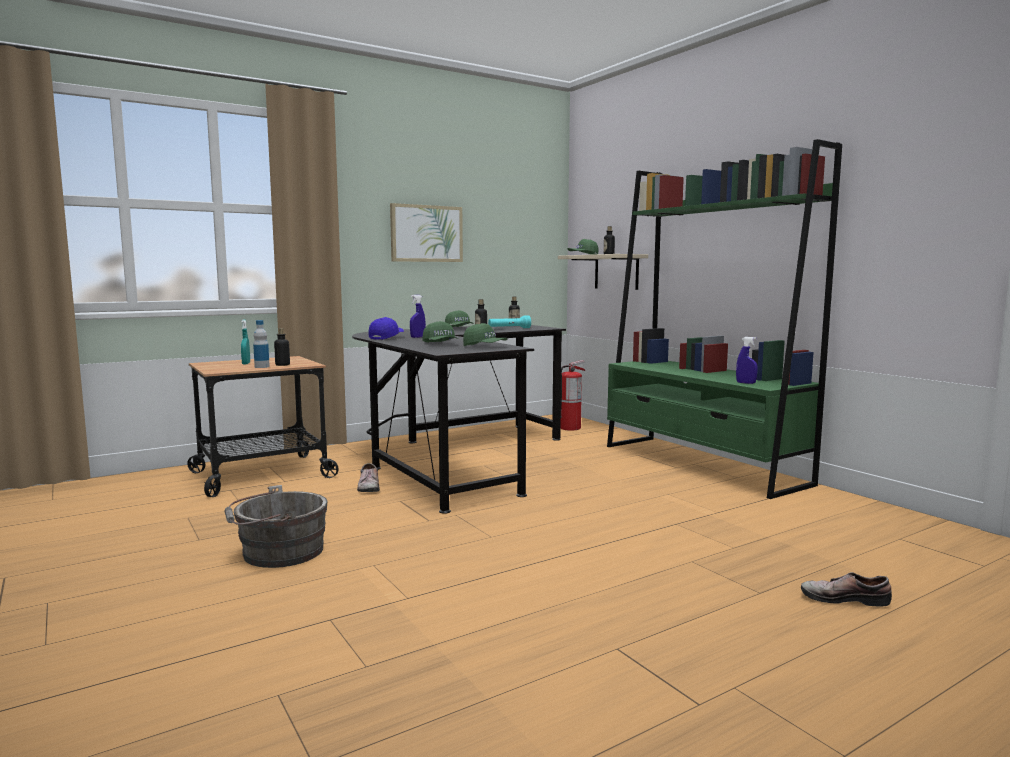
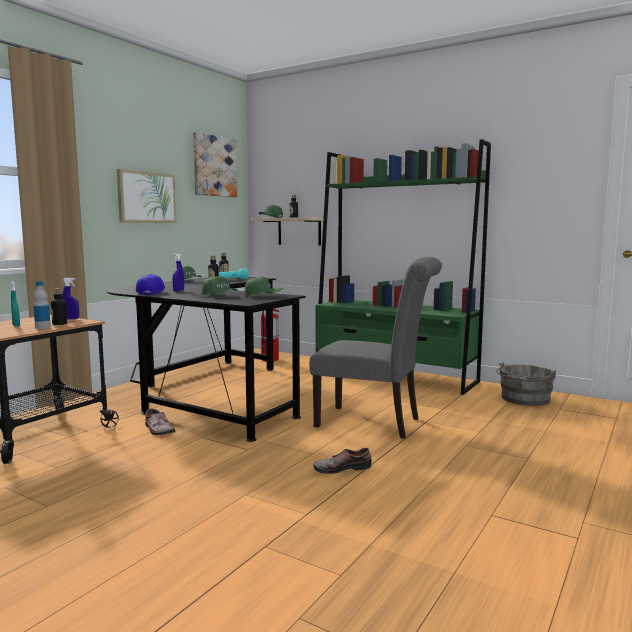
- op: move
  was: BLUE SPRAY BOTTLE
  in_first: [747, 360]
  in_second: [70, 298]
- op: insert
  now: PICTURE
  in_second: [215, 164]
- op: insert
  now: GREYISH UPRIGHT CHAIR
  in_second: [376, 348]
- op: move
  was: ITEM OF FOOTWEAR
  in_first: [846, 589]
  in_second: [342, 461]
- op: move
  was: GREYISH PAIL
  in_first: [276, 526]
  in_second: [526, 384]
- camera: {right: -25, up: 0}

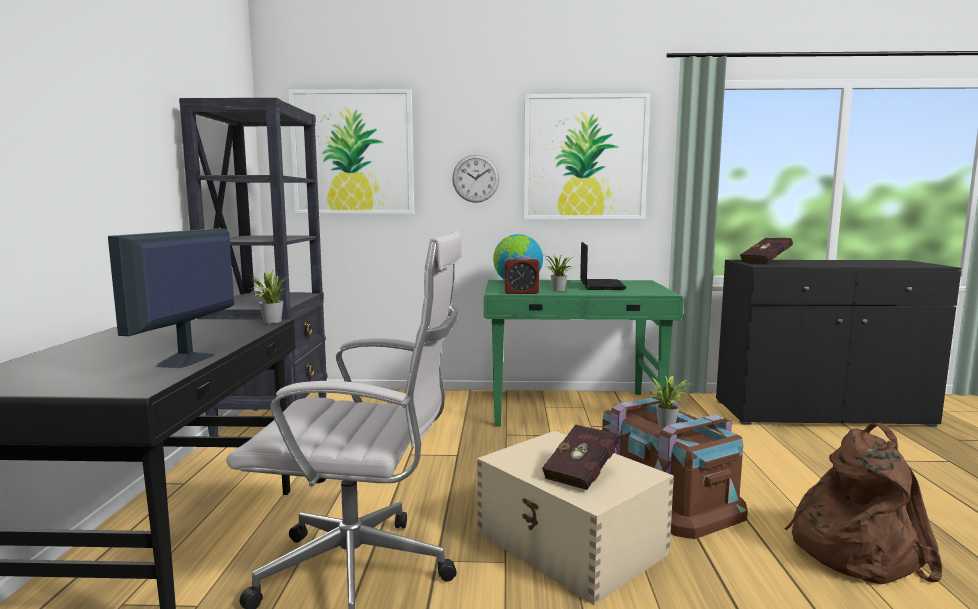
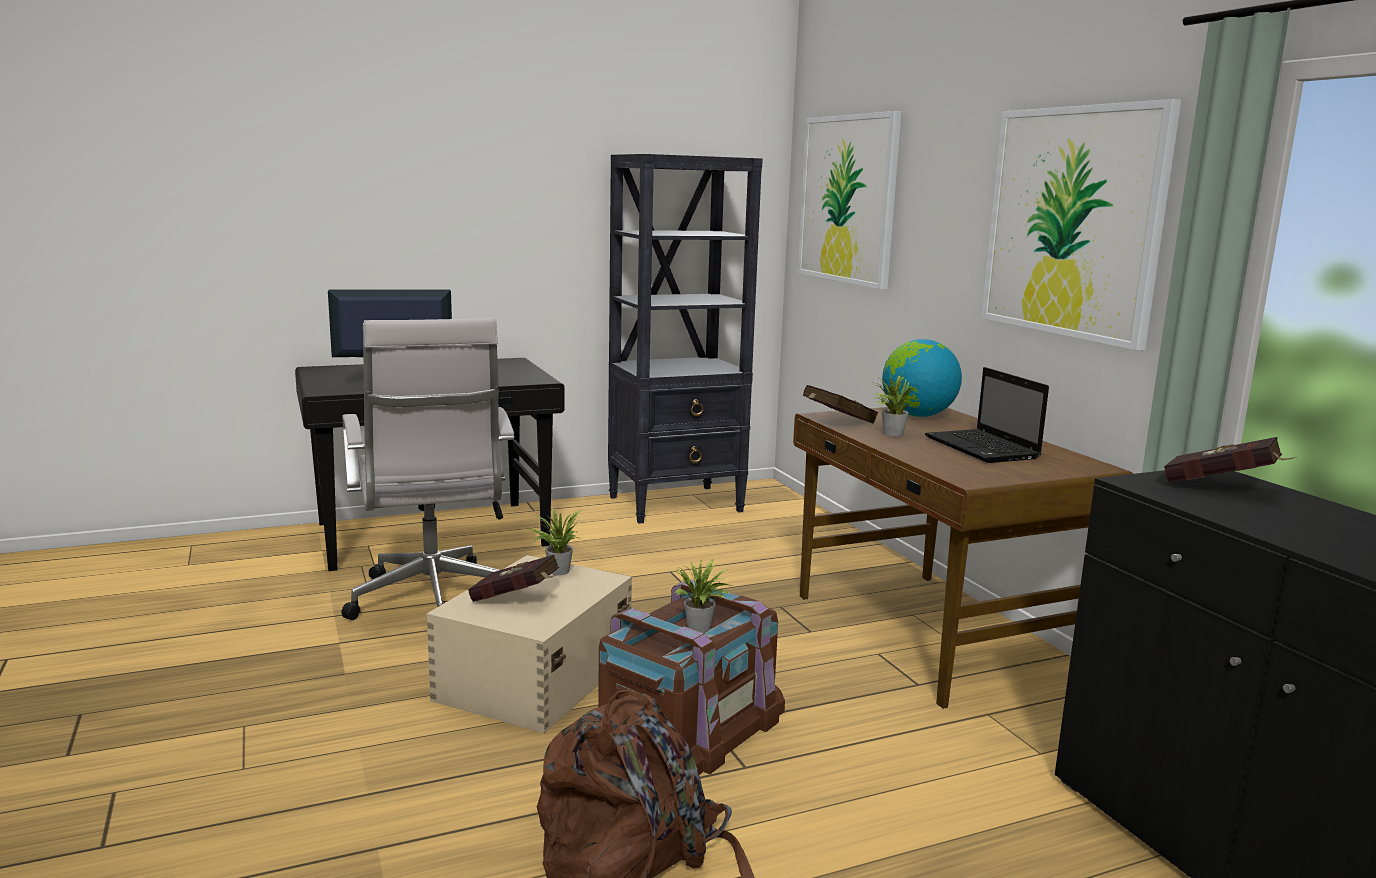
- op: move
  was: PLANT IN A POT
  in_first: [266, 297]
  in_second: [555, 541]
- op: recolor
  was: GREEN DESK UNIT
  now: BROWN DESK UNIT
  in_first: [584, 353]
  in_second: [963, 558]
- op: replace
  was: TABLE CLOCK
  now: REDDISH BOUND BOOK
  in_first: [522, 274]
  in_second: [840, 404]
- op: rotate
  was: PORTABLE COMPUTER
  in_first: [603, 266]
  in_second: [987, 415]
  clockwise: 90
- op: delete
  was: WALL CLOCK
  in_first: [476, 178]
- camera: {right: 65, up: 5}

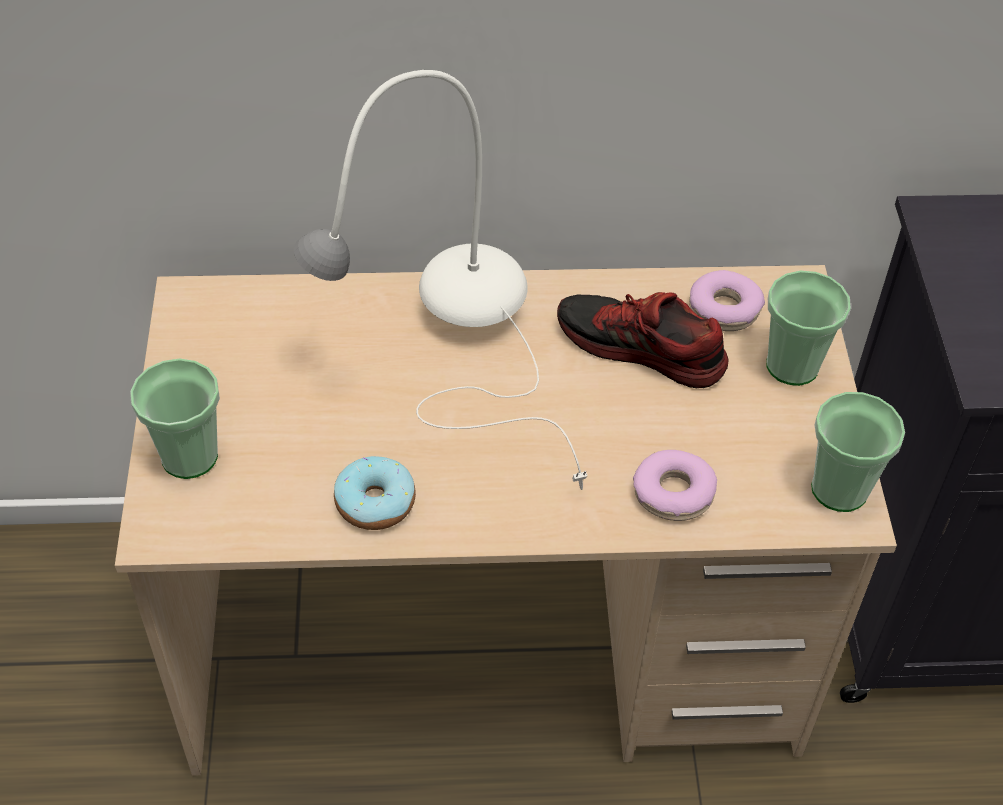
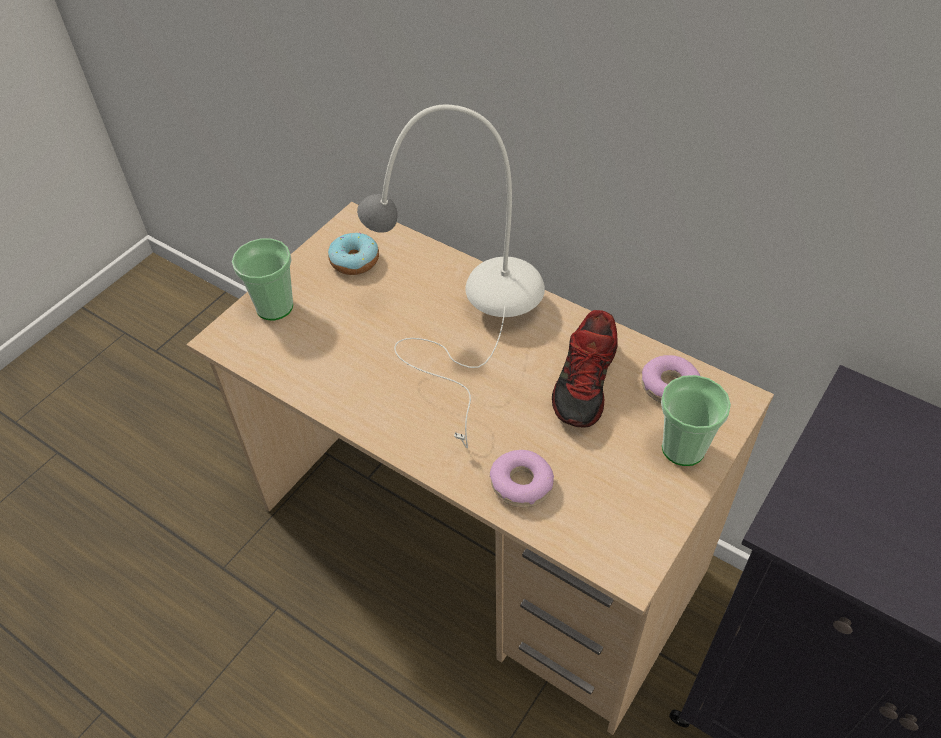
- op: move
  was: RING DOUGHNUT
  in_first: [375, 493]
  in_second: [353, 253]
- op: rotate
  was: ITEM OF FOOTWEAR
  in_first: [642, 340]
  in_second: [585, 368]
  clockwise: -135
- op: delete
  was: SMALL CUP
  in_first: [858, 452]
- camera: {right: 40, up: 0}

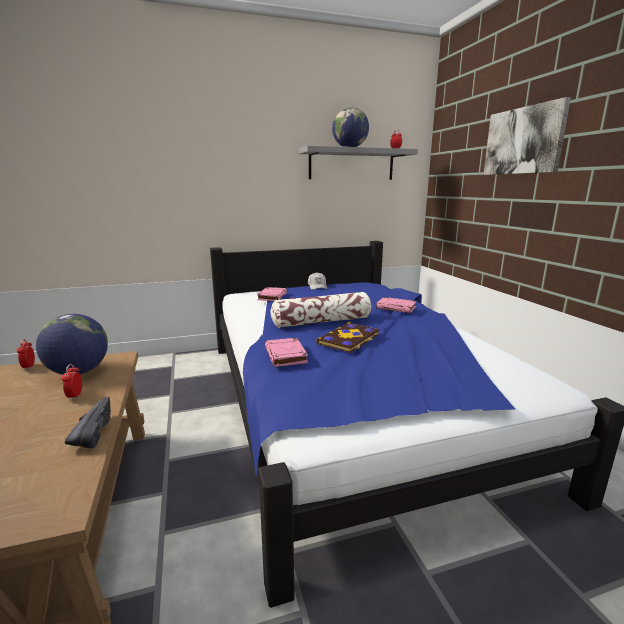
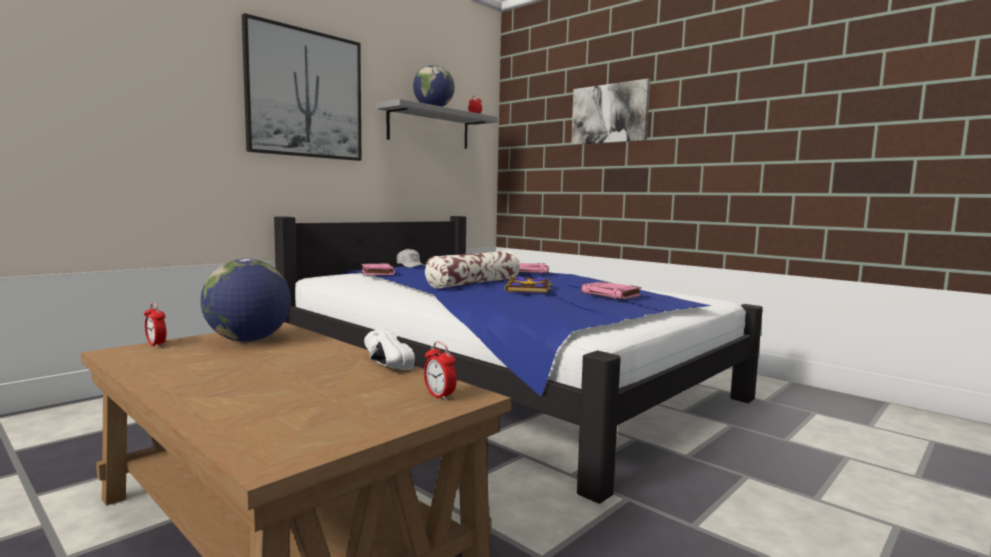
- op: insert
  now: PICTURE
  in_second: [301, 87]
- op: recolor
  was: BLACK ITEM OF FOOTWEAR
  now: WHITE ITEM OF FOOTWEAR
  in_first: [88, 422]
  in_second: [389, 349]
- op: move
  was: TABLE CLOCK
  in_first: [72, 382]
  in_second: [440, 371]
- op: move
  was: PINK-COLOURED BOUND BOOK
  in_first: [286, 352]
  in_second: [611, 290]
- camera: {right: -30, up: -10}

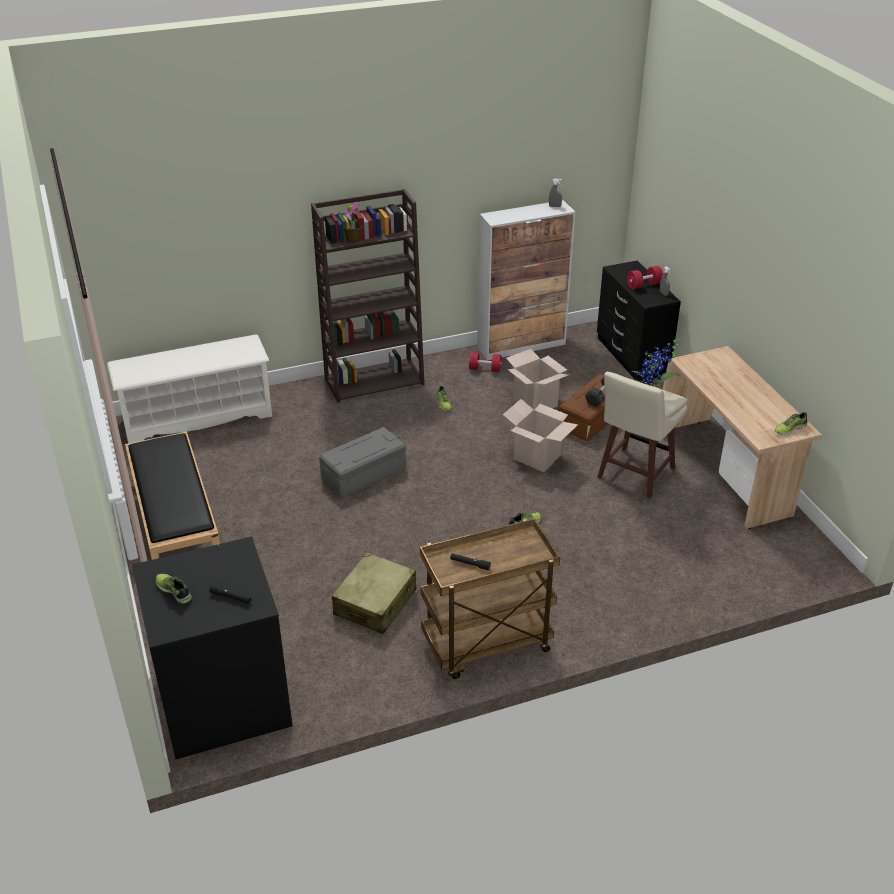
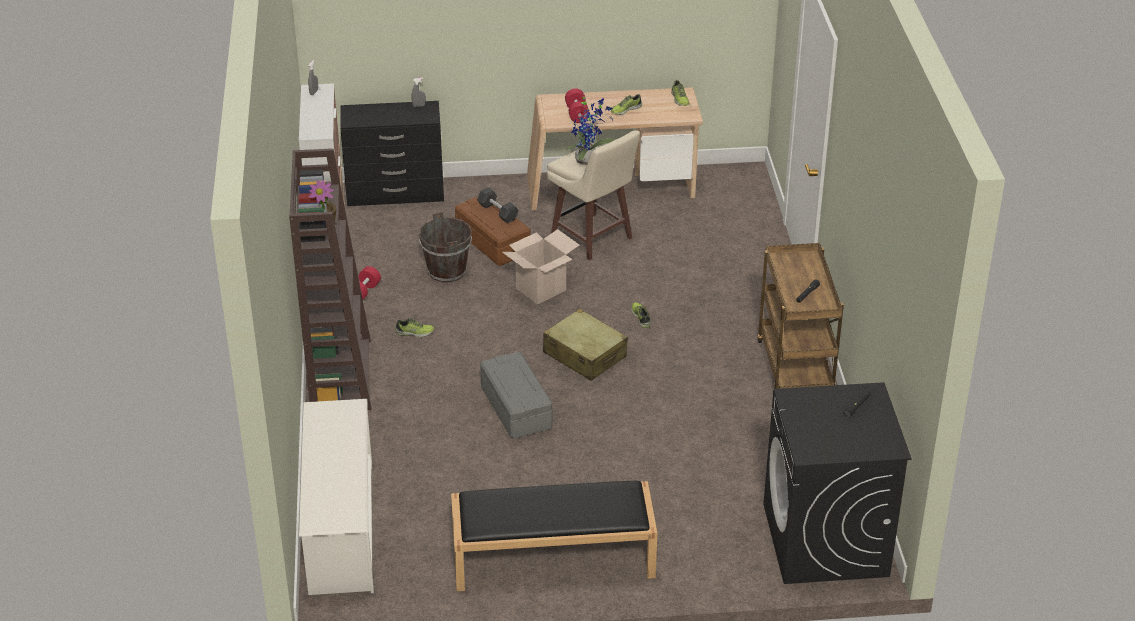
- op: replace
  was: CARDBOARD BOX
  now: BROWN PAIL
  in_first: [537, 379]
  in_second: [445, 247]
- op: move
  was: BEIGE-COLOURED TRAVEL CASE
  in_first: [374, 593]
  in_second: [585, 345]
- op: move
  was: REDDISH DUMBBELL
  in_first: [645, 278]
  in_second: [577, 105]
- op: move
  was: ITEM OF FOOTWEAR
  in_first: [173, 589]
  in_second: [626, 104]
- camera: {right: -75, up: 0}

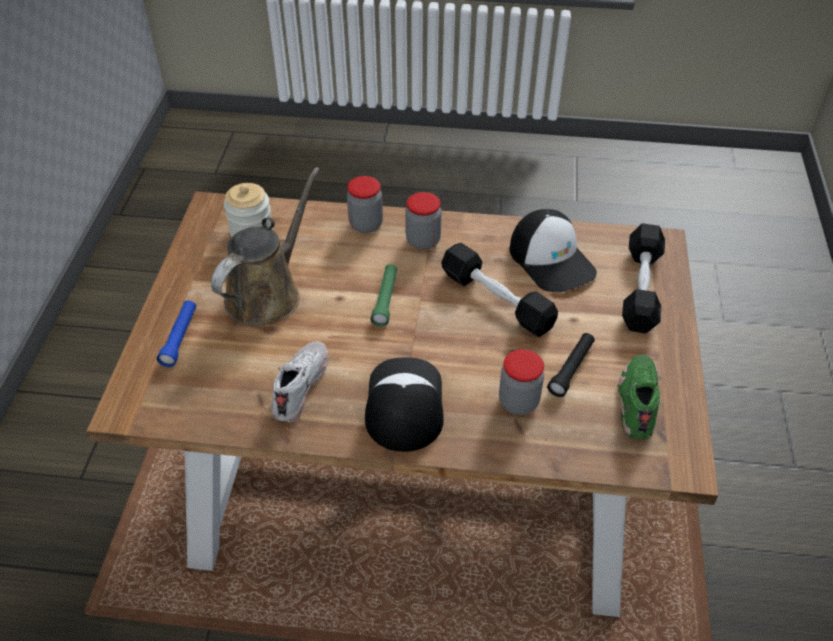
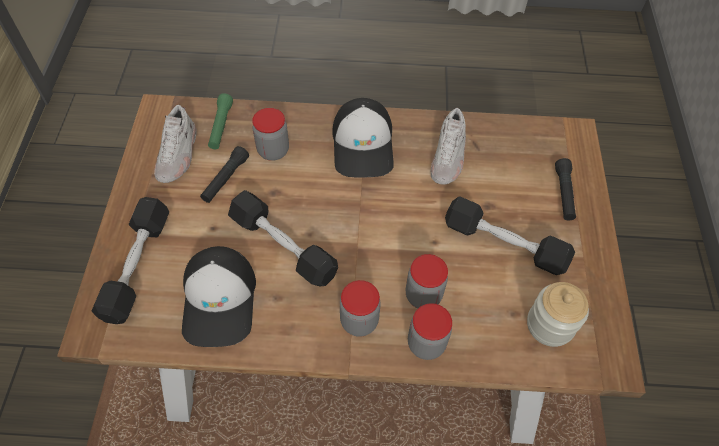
- op: recolor
  was: GREEN ITEM OF FOOTWEAR
  now: WHITE ITEM OF FOOTWEAR
  in_first: [639, 397]
  in_second: [175, 144]
- op: rotate
  was: CAP
  in_first: [553, 250]
  in_second: [219, 296]
  clockwise: -150
- op: move
  was: GREEN FLASHLIGHT
  in_first: [384, 295]
  in_second: [220, 121]
- op: insert
  now: STORAGE JAR
  in_second: [427, 281]
- op: replace
  was: BROWN WATERING POT
  now: BLACK DUMBBELL
  in_first: [265, 246]
  in_second: [510, 235]
- op: recolor
  was: BLUE FLASHLIGHT
  now: BLACK FLASHLIGHT
  in_first: [176, 333]
  in_second: [565, 189]
- camera: {right: 175, up: 10}

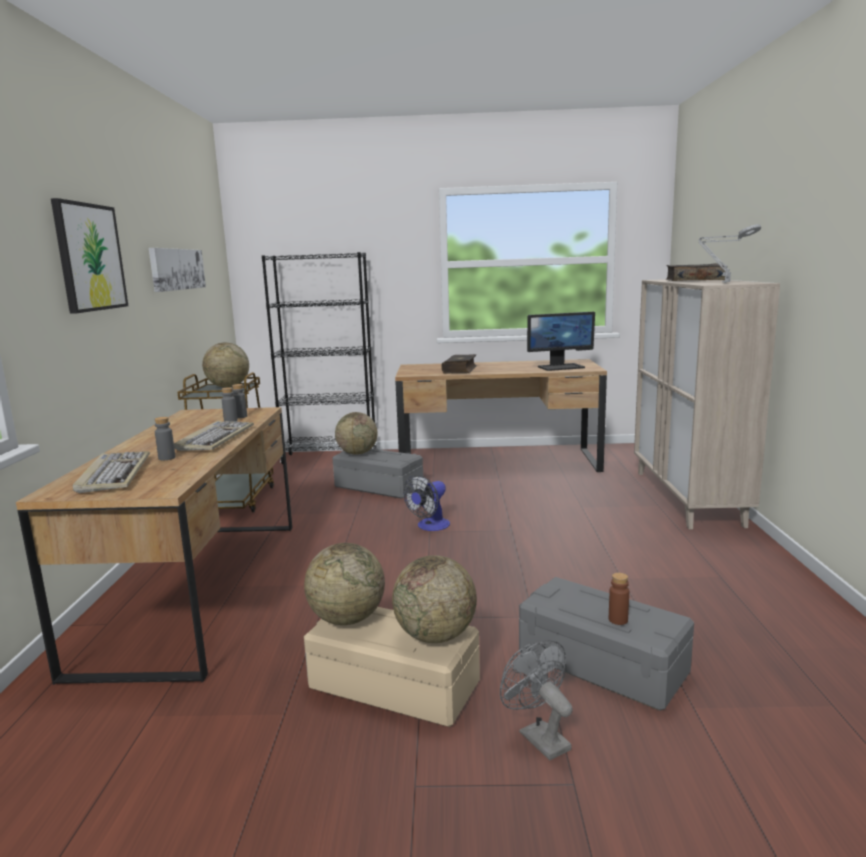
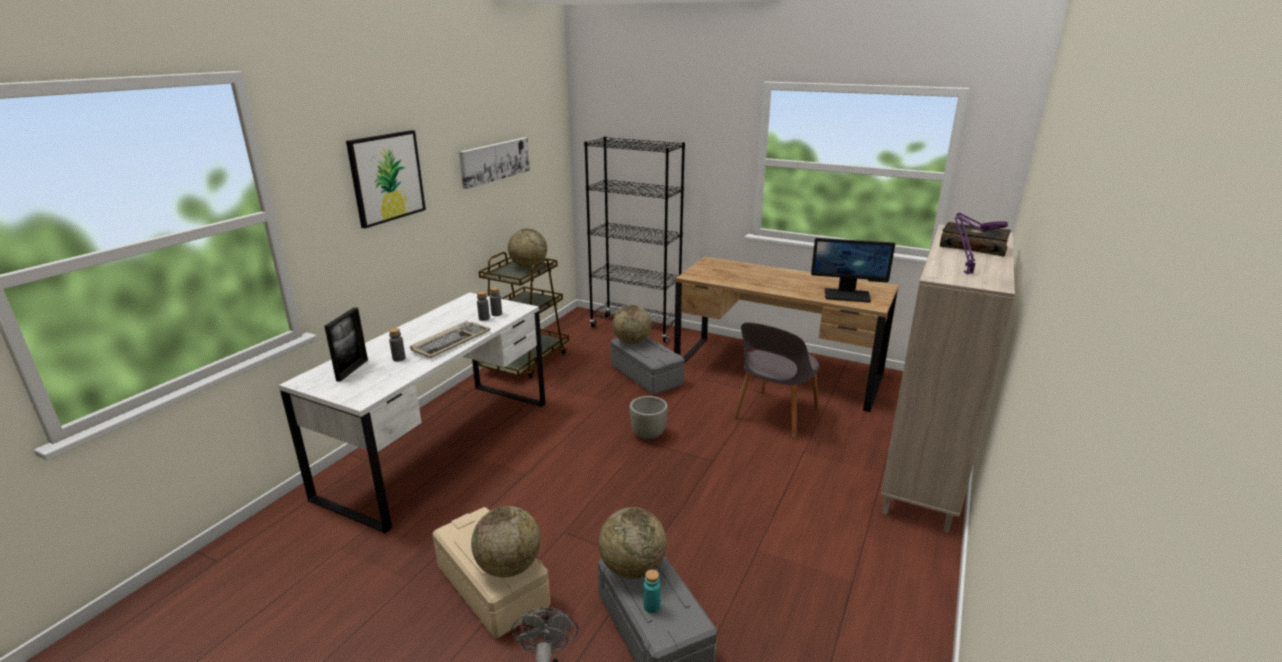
- op: recolor
  was: BROWN DESK UNIT
  now: WHITE DESK UNIT
  in_first: [154, 546]
  in_second: [412, 413]
- op: replace
  was: KEYBOARD
  now: STANDING FRAME
  in_first: [111, 472]
  in_second: [346, 344]
- op: move
  was: WORLD GLOBE
  in_first: [344, 584]
  in_second: [633, 543]
- op: replace
  was: COOLING FAN
  now: GREYISH PLANT POT
  in_first: [426, 503]
  in_second: [649, 418]
- op: recolor
  was: BROWN BEVERAGE BOTTLE
  now: TURQUOISE BEVERAGE BOTTLE
  in_first: [619, 599]
  in_second: [652, 591]
- op: insert
  now: GREYISH UPRIGHT CHAIR
  in_second: [776, 380]
- op: recolor
  was: GREYISH TABLE LAMP
  now: PURPLISH TABLE LAMP
  in_first: [729, 253]
  in_second: [981, 243]
- op: delete
  was: BOUND BOOK
  in_first: [459, 363]
- camera: {right: 25, up: 10}

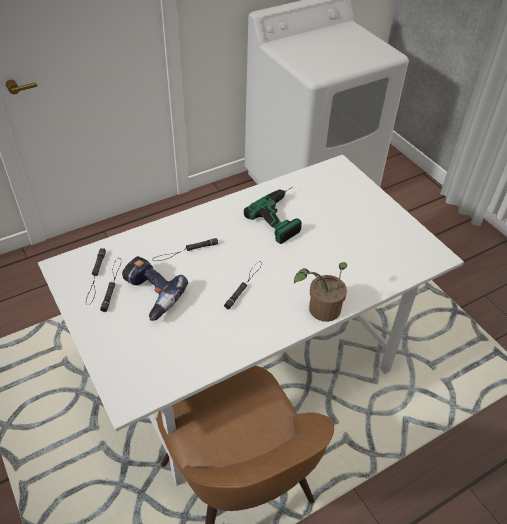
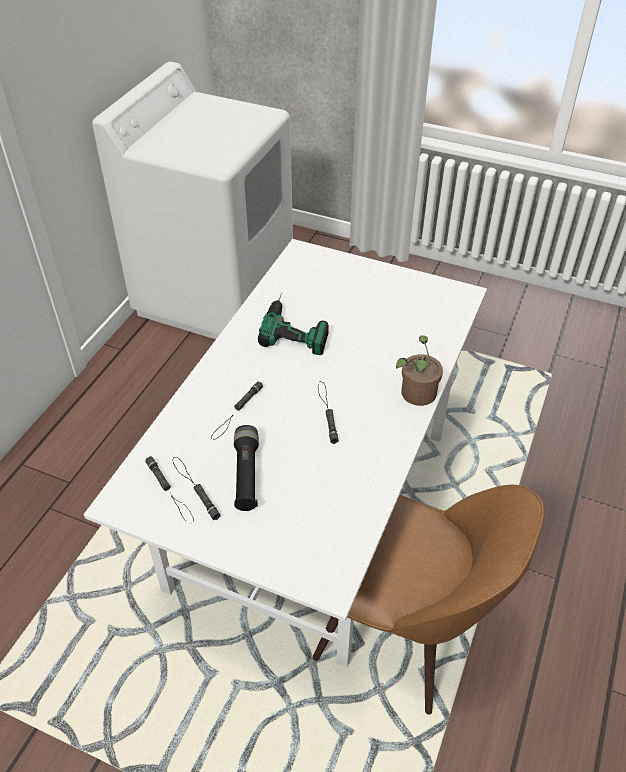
- op: replace
  was: DRILL
  now: BLACK FLASHLIGHT
  in_first: [155, 288]
  in_second: [246, 468]
- camera: {right: -35, up: 0}

